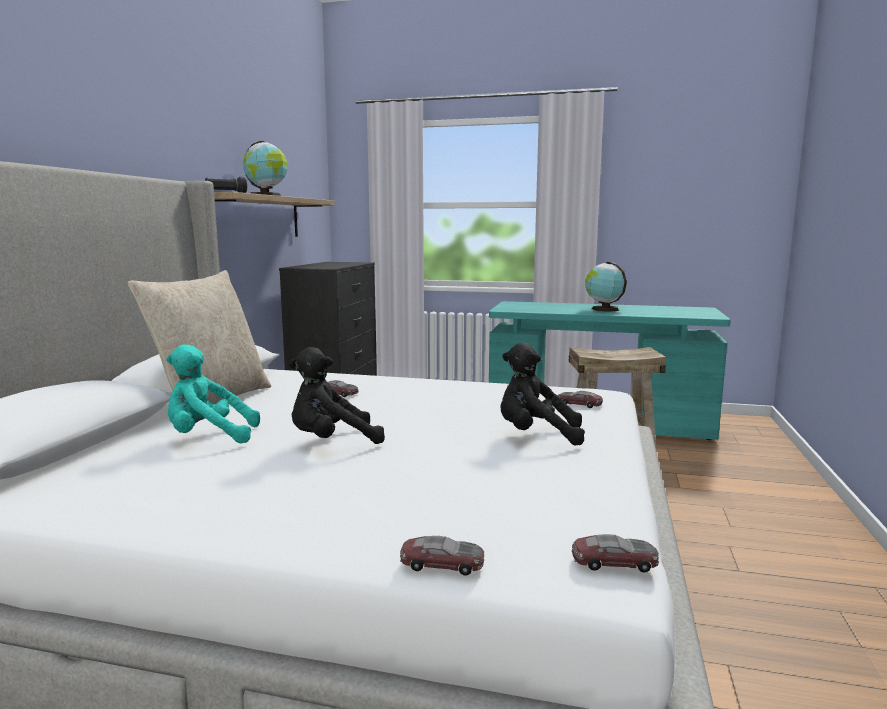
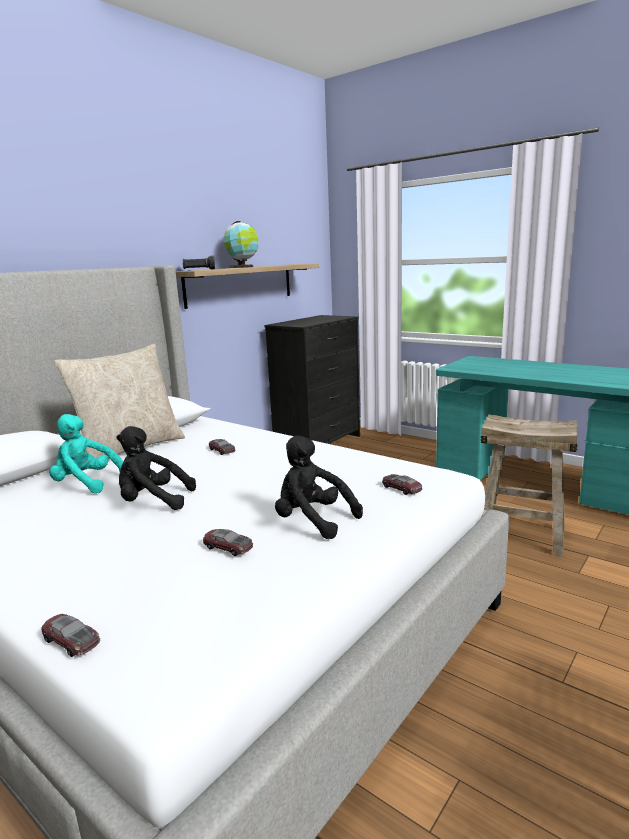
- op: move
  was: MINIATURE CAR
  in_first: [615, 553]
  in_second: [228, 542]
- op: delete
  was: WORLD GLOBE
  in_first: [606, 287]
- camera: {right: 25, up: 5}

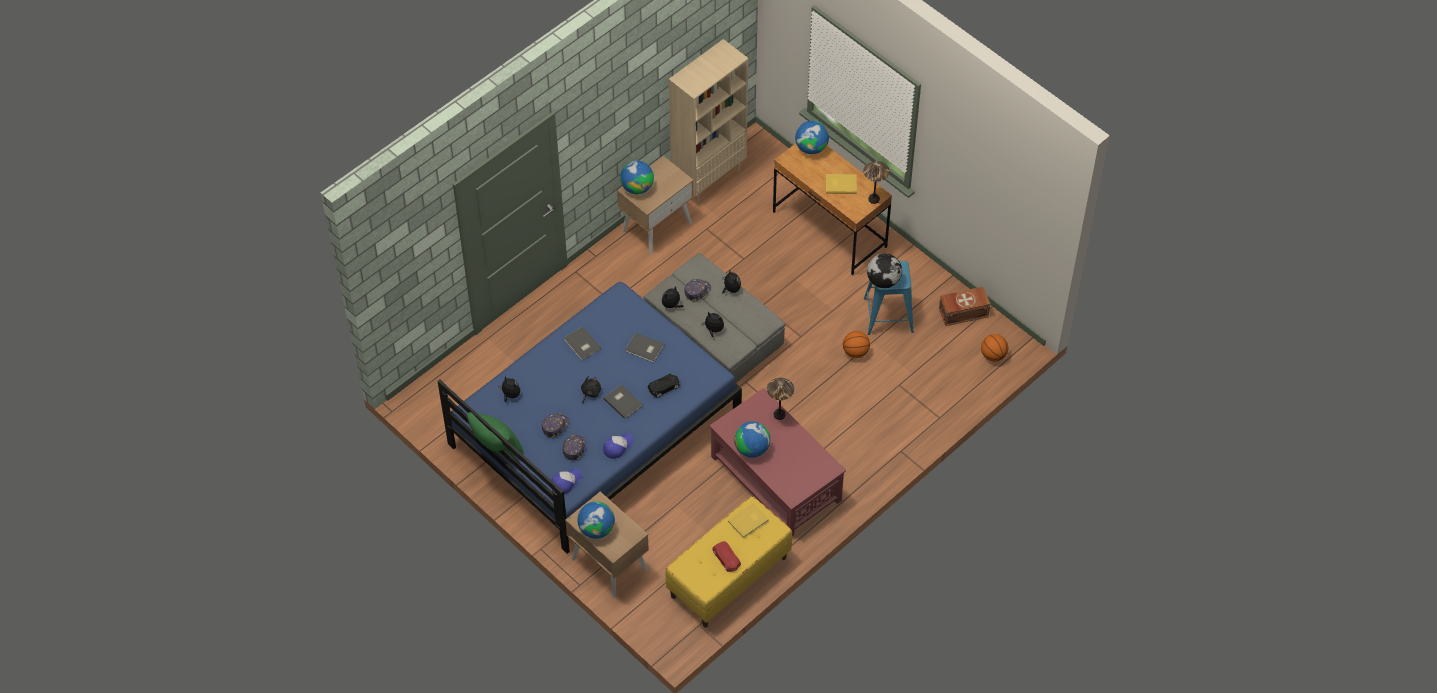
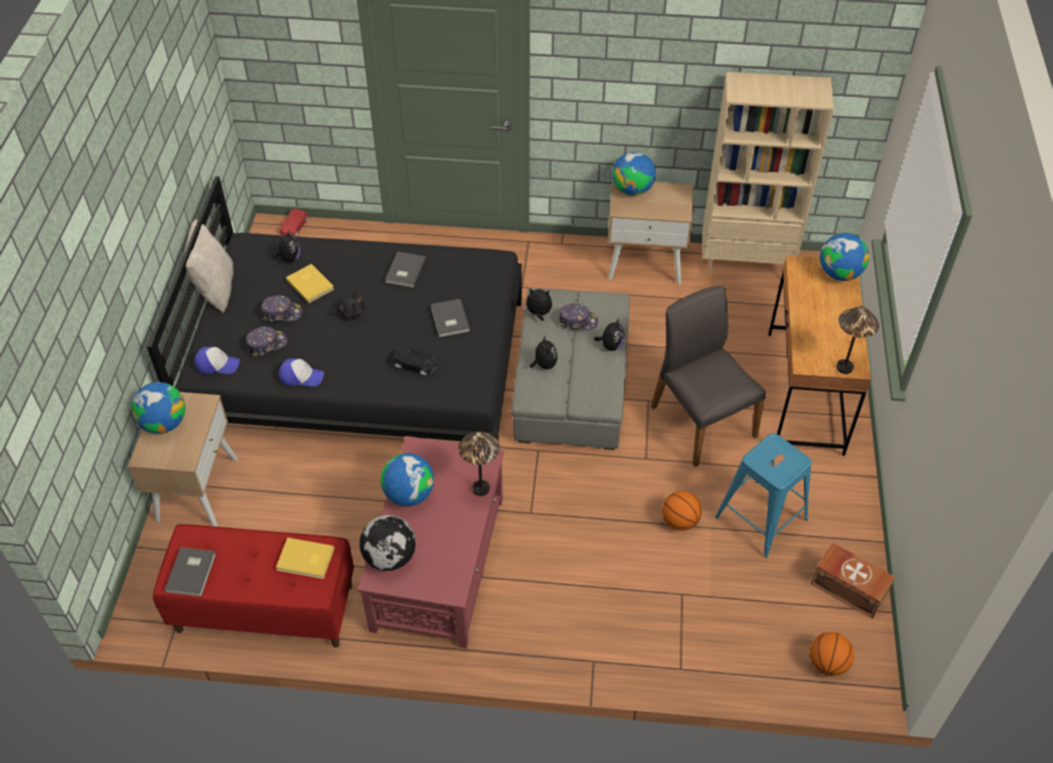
- op: recolor
  was: BLUE BEDROOM BED
  now: BLACK BEDROOM BED
  in_first: [590, 418]
  in_second: [334, 309]
- op: recolor
  was: YELLOW-COLOURED BENCH
  now: REDDISH BENCH
  in_first: [728, 561]
  in_second: [253, 585]
- op: move
  was: GREYISH BOUND BOOK
  in_first: [622, 401]
  in_second: [190, 571]
- op: recolor
  was: GREEN CUSHION
  now: BEIGE-COLOURED CUSHION
  in_first: [495, 434]
  in_second: [209, 266]
- op: move
  was: REDDISH MINIATURE CAR
  in_first: [727, 556]
  in_second: [293, 222]
- op: move
  was: YELLOW-COLOURED BOUND BOOK
  in_first: [841, 184]
  in_second: [310, 283]
- op: move
  was: WORLD GLOBE
  in_first: [884, 270]
  in_second: [388, 543]
- op: insert
  now: GREYISH UPRIGHT CHAIR
  in_second: [708, 376]
- camera: {right: 50, up: -5}

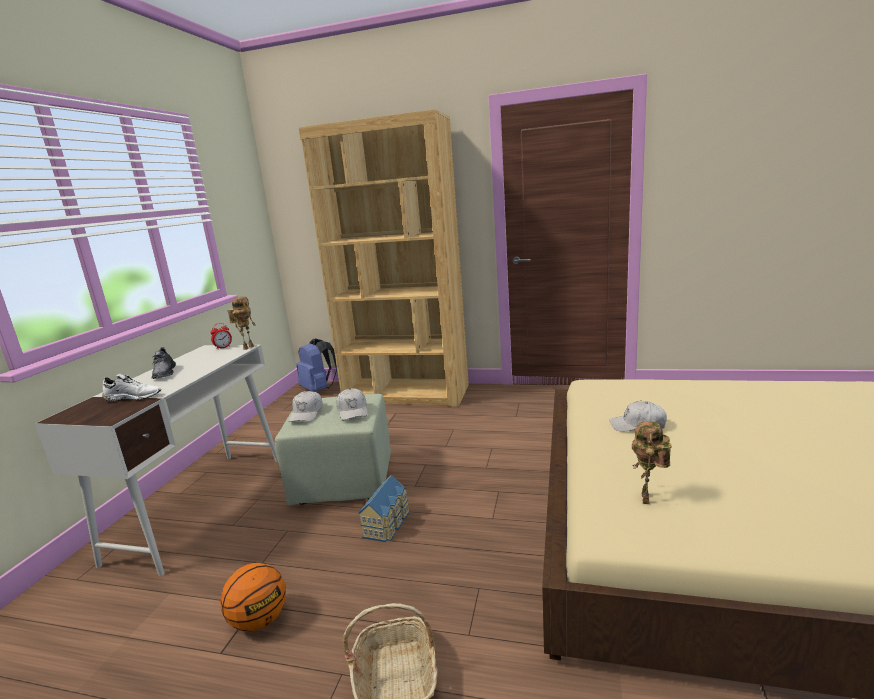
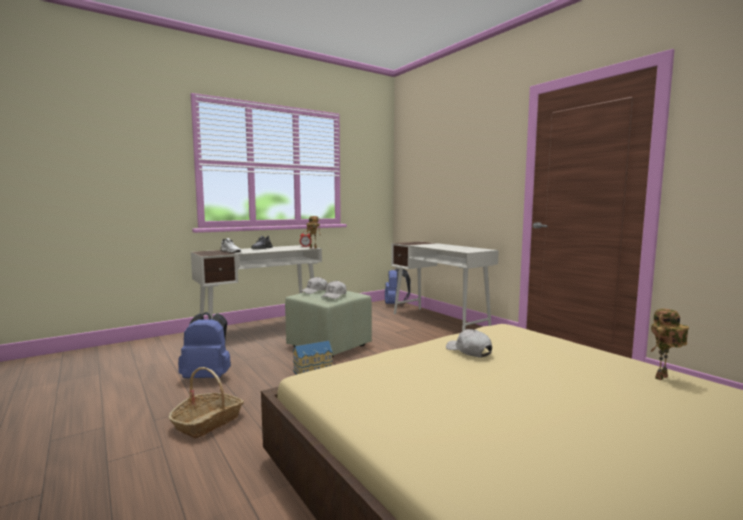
- op: replace
  was: BALL FOR BASKETBALL
  now: BLUE KNAPSACK
  in_first: [253, 597]
  in_second: [204, 345]
- op: replace
  was: BROWN BOOKSHELF
  now: WHITE DESK UNIT
  in_first: [383, 258]
  in_second: [445, 286]
- op: move
  was: MODEL ROBOT
  in_first: [651, 462]
  in_second: [670, 344]
- camera: {right: 40, up: -10}

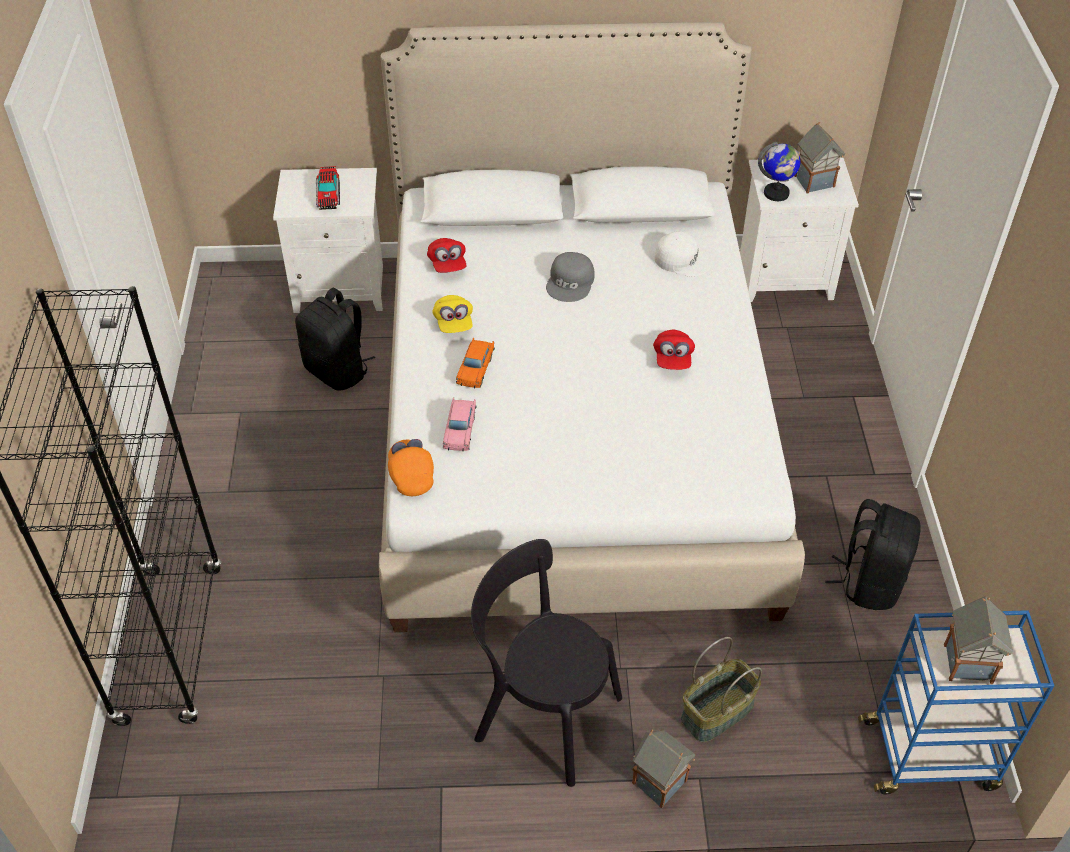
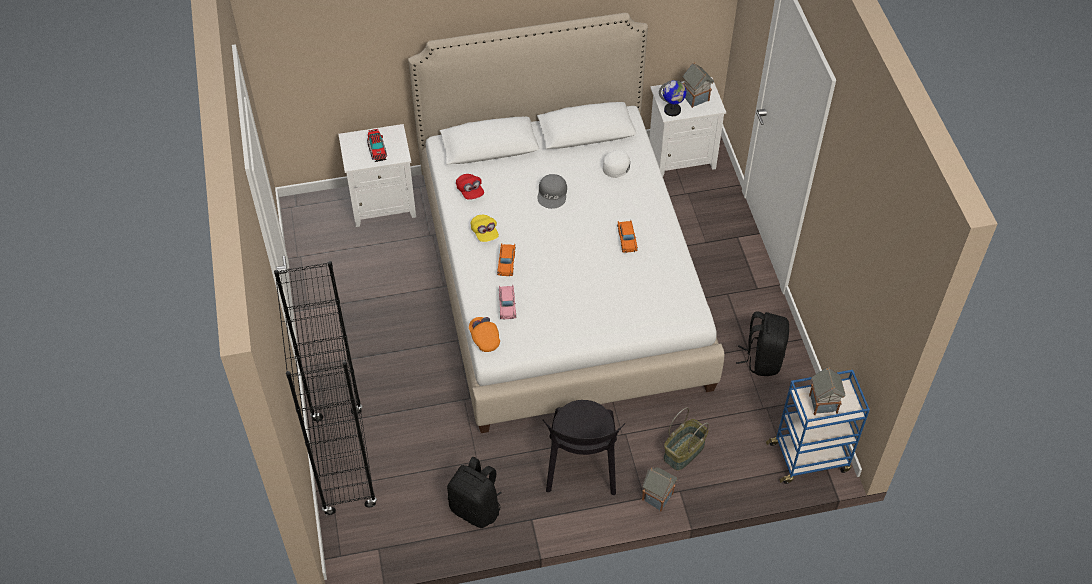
- op: move
  was: BLACK KNAPSACK
  in_first: [335, 339]
  in_second: [474, 492]
- op: rotate
  was: BLACK UPRIGHT CHAIR
  in_first: [546, 663]
  in_second: [584, 447]
  clockwise: -105
- op: replace
  was: REDDISH CAP
  now: ORANGE MINIATURE CAR
  in_first: [674, 350]
  in_second: [627, 236]
- camera: {right: -10, up: 5}

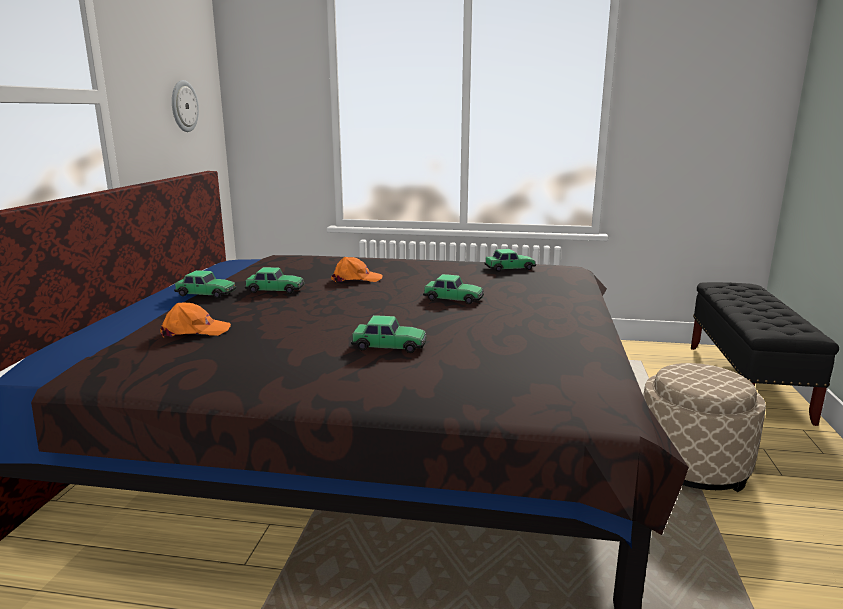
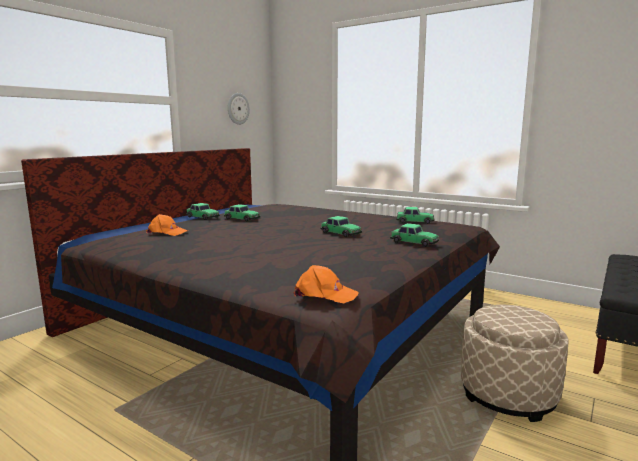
- op: move
  was: ORANGE CAP
  in_first: [357, 269]
  in_second: [326, 284]
- op: move
  was: MINIATURE CAR
  in_first: [388, 334]
  in_second: [414, 235]
- camera: {right: 25, up: -5}

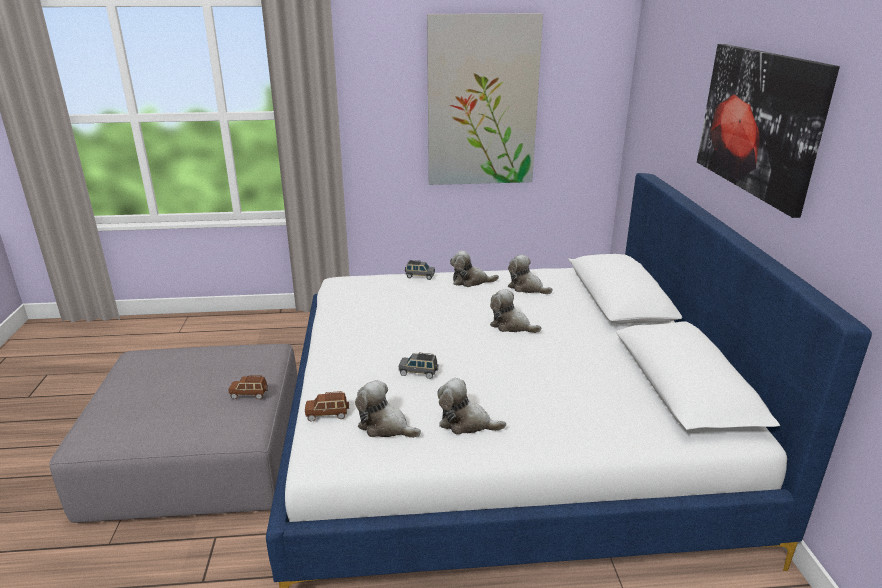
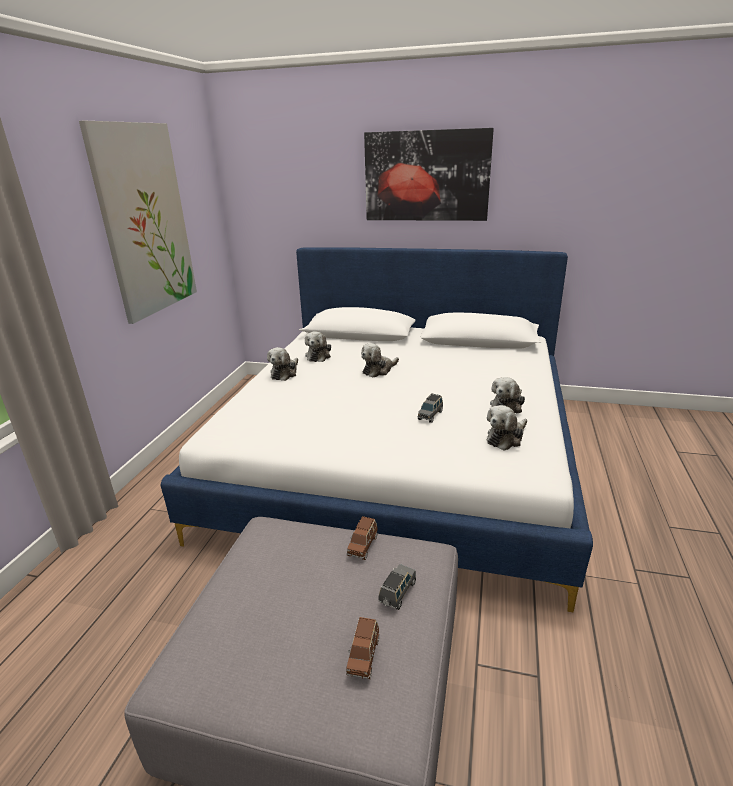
- op: rotate
  was: PLUSH TOY
  in_first: [530, 274]
  in_second: [318, 346]
  clockwise: -45
- op: move
  was: BROWN MINIATURE CAR
  in_first: [327, 406]
  in_second: [362, 648]
- op: move
  was: GREYISH MINIATURE CAR
  in_first: [420, 270]
  in_second: [397, 587]
- camera: {right: -70, up: 0}

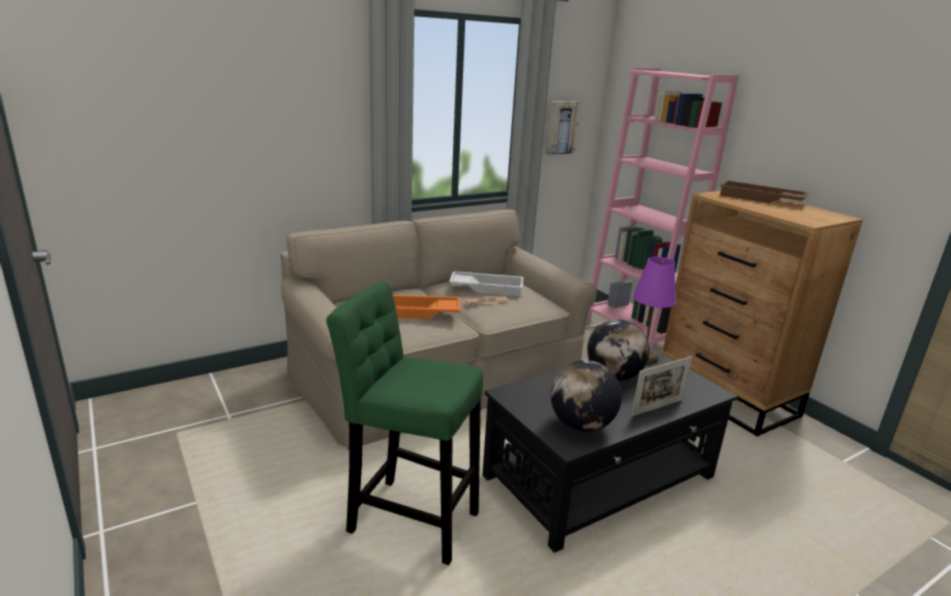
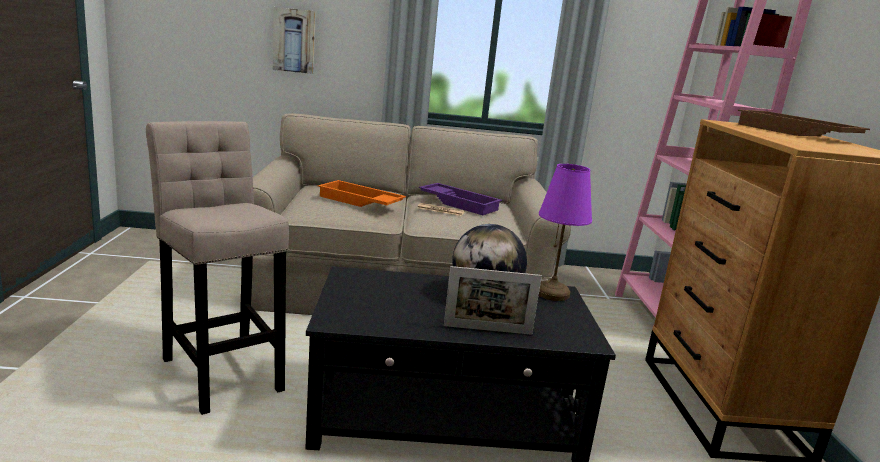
- op: recolor
  was: GREEN STOOL
  now: BEIGE-COLOURED STOOL
  in_first: [404, 423]
  in_second: [217, 268]
- op: move
  was: PICTURE
  in_first: [563, 128]
  in_second: [294, 40]
- op: recolor
  was: WHITE TRAY
  now: PURPLISH TRAY
  in_first: [486, 283]
  in_second: [460, 199]
- op: delete
  was: WORLD GLOBE
  in_first: [586, 396]
- camera: {right: 30, up: -5}

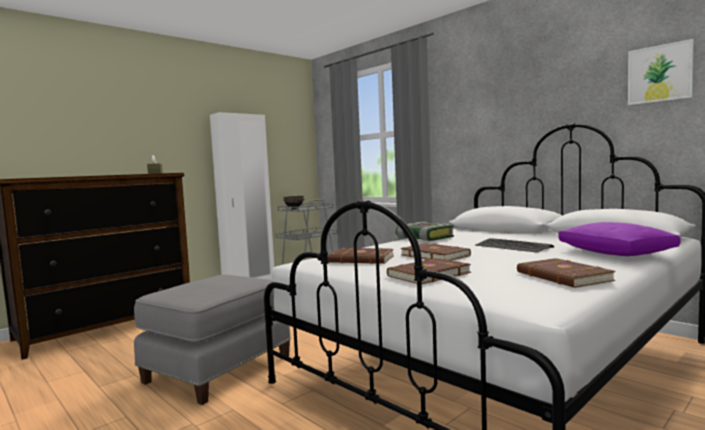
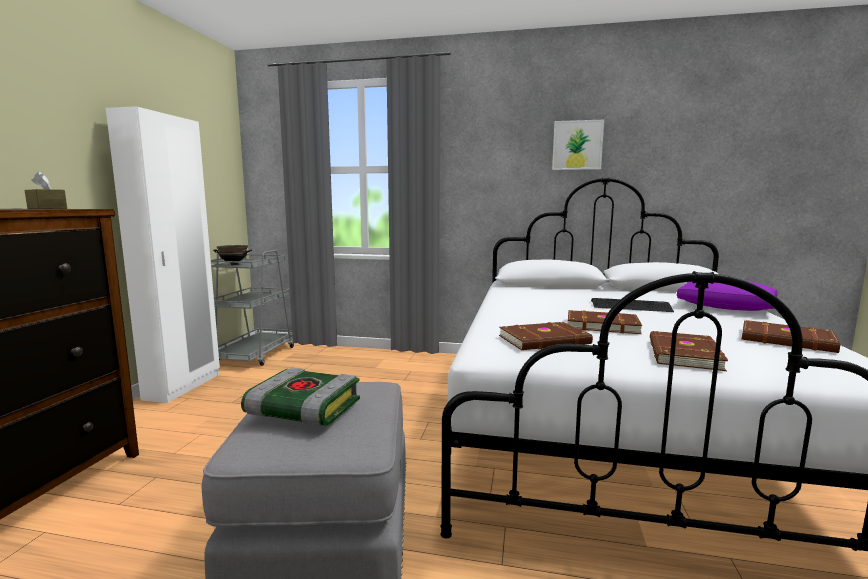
- op: move
  was: BOUND BOOK
  in_first: [425, 231]
  in_second: [300, 396]
- op: move
  was: PICTURE
  in_first: [661, 72]
  in_second: [578, 145]
- camera: {right: -35, up: 5}

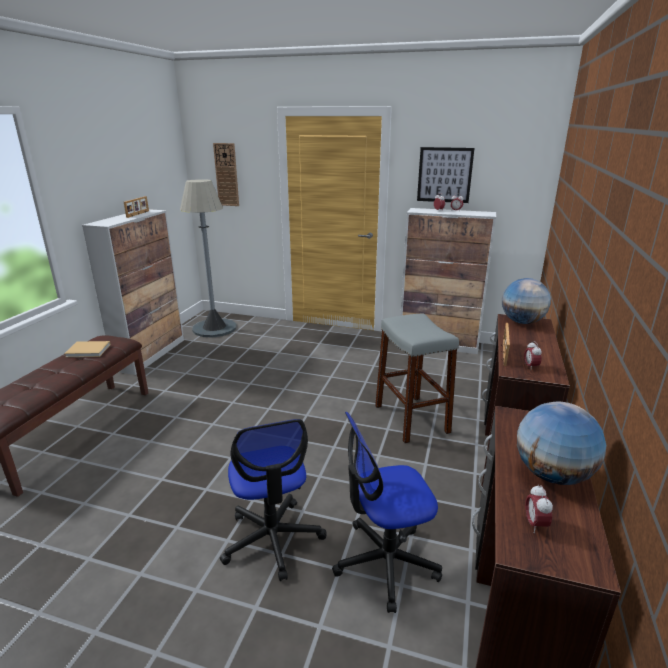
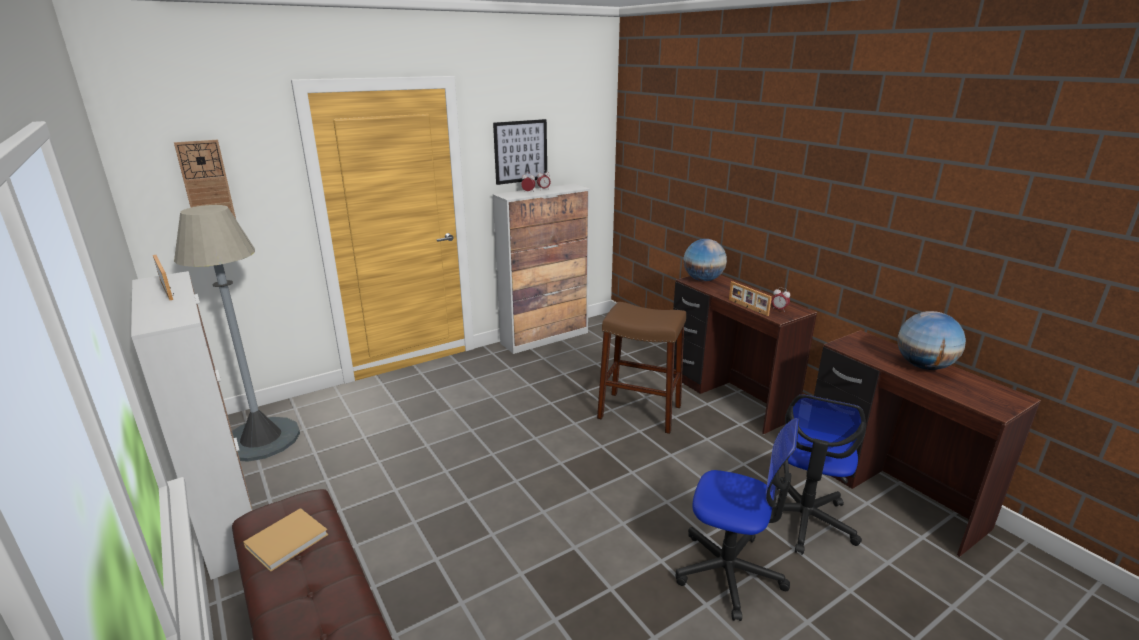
- op: recolor
  was: GREYISH STOOL
  now: BROWN STOOL
  in_first: [417, 378]
  in_second: [641, 368]
- op: delete
  was: TABLE CLOCK
  in_first: [539, 508]
- camera: {right: -50, up: 0}

